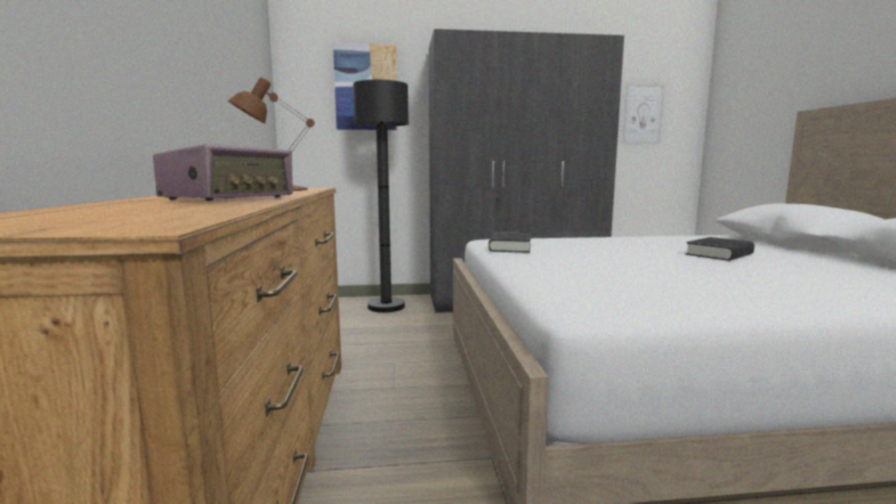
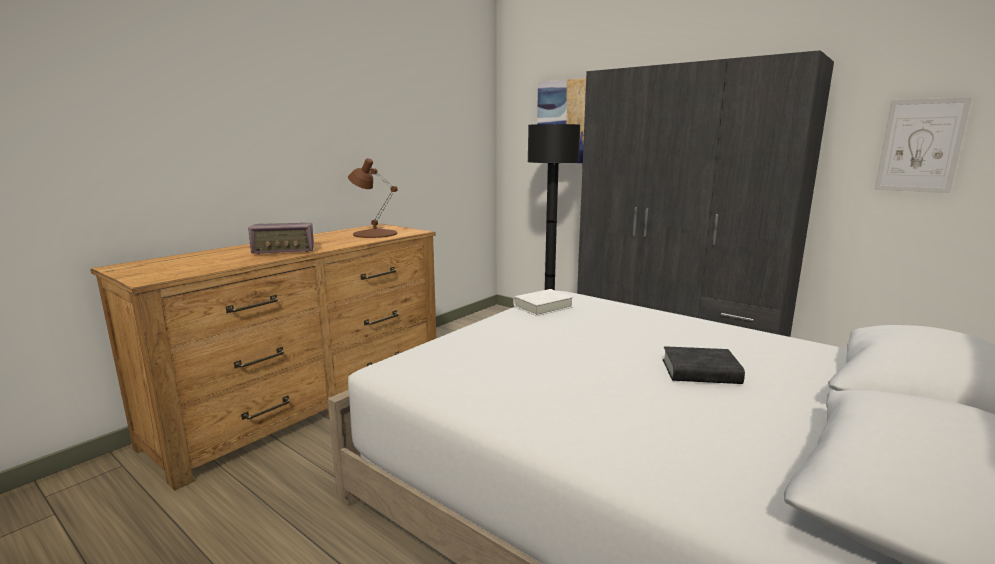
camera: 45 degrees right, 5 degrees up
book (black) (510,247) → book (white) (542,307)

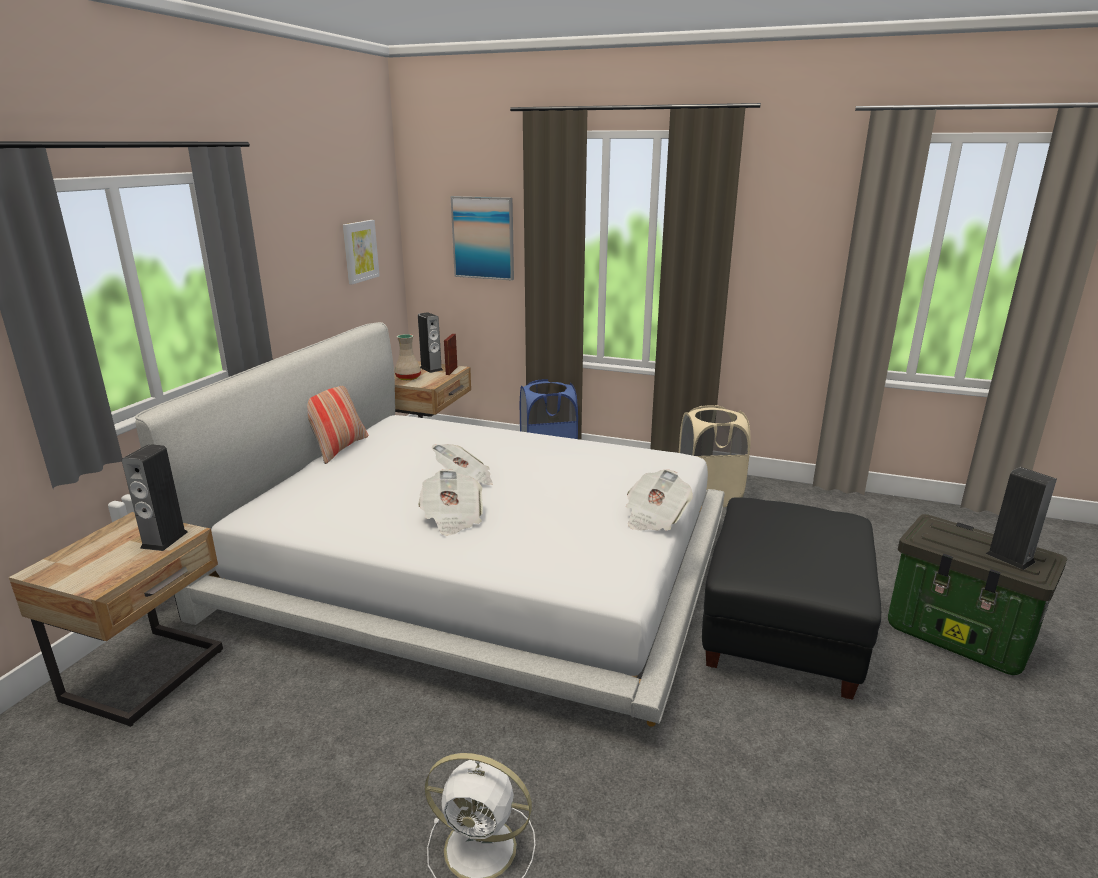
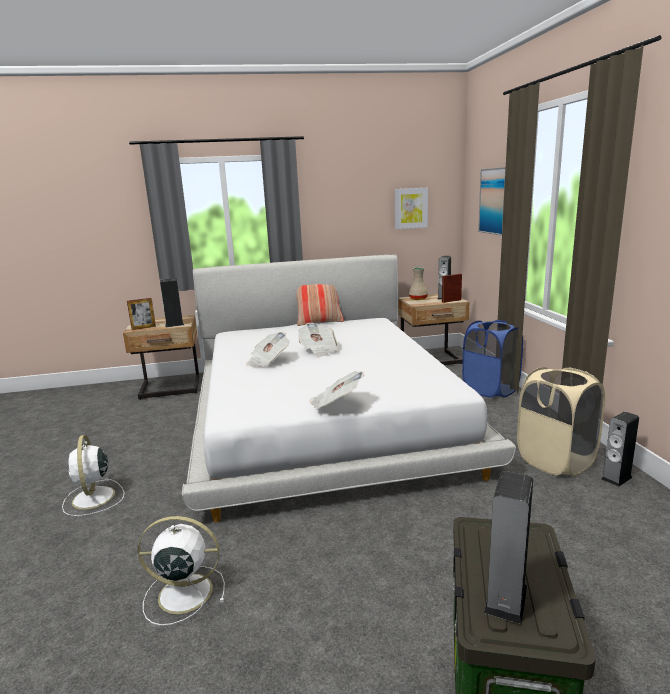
camera: 60 degrees right, 5 degrees down
ottoman (black) (781,630) → -
- → picture frame (143,328)
- → fan (white) (183,593)
- → speaker (616,478)

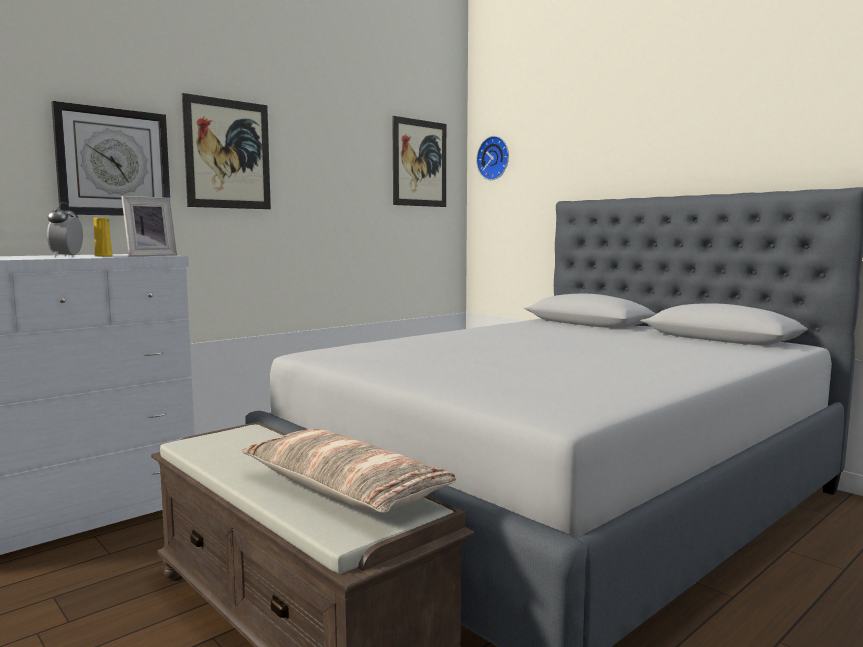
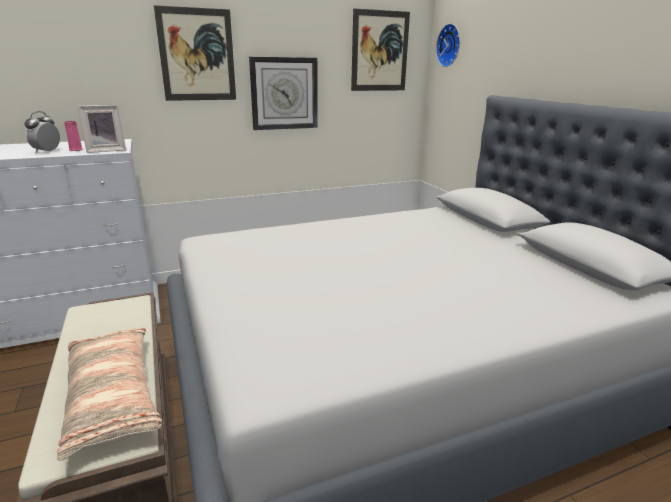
camera: 20 degrees right, 15 degrees up
wall clock (113,162) → wall clock (284,93), relocated
vase (yellow) (103,256) → vase (pink) (76,150)

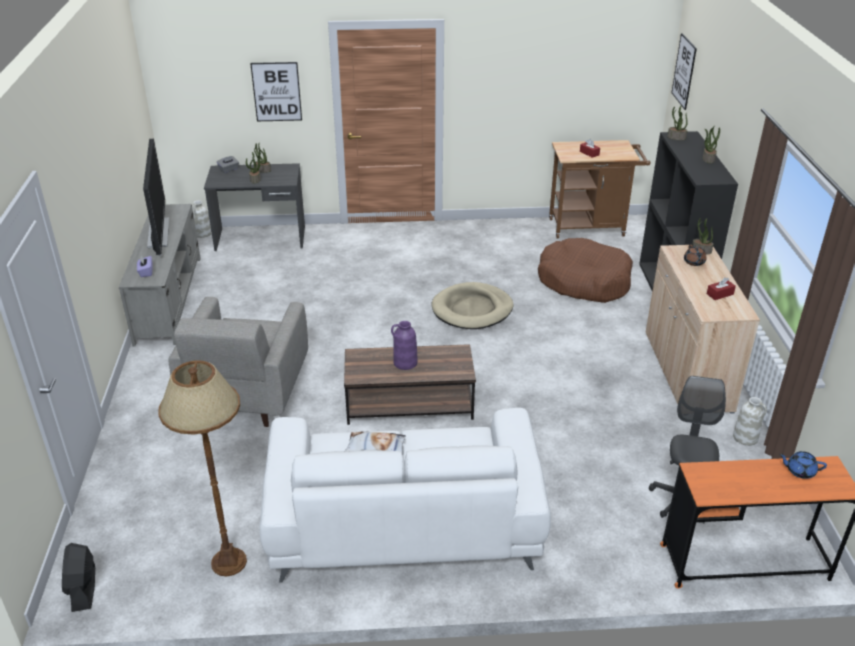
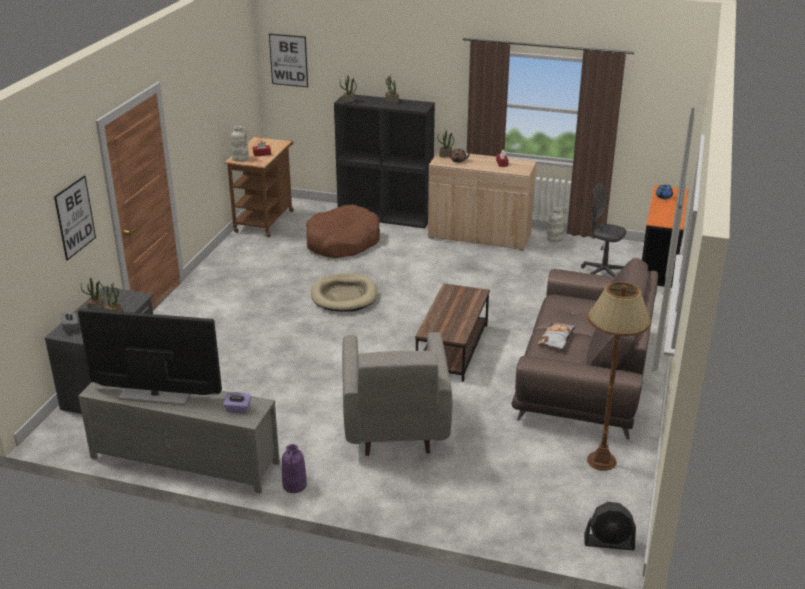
camera: 70 degrees left, 5 degrees down
armchair (grey) (246,396) → armchair (grey) (394,428), 60 degrees clockwise
vase (white) (202,233) → vase (white) (241,158), relocated
sofa (white) (403,521) → sofa (brown) (584,375)
vase (purple) (405,363) → vase (purple) (295,485), relocated

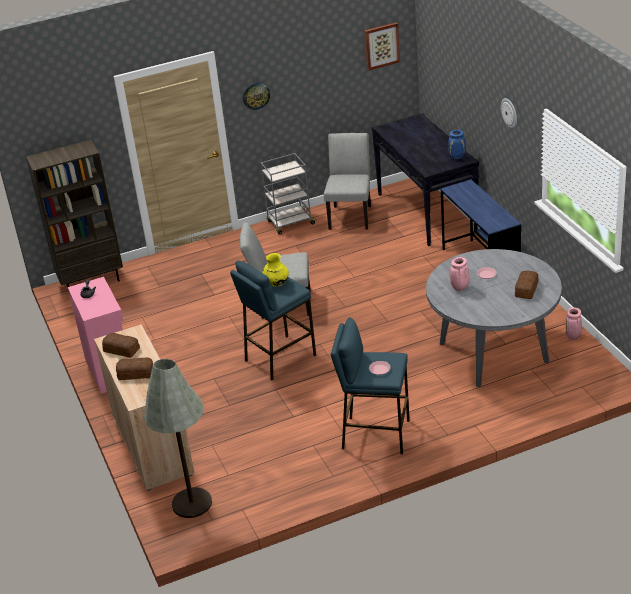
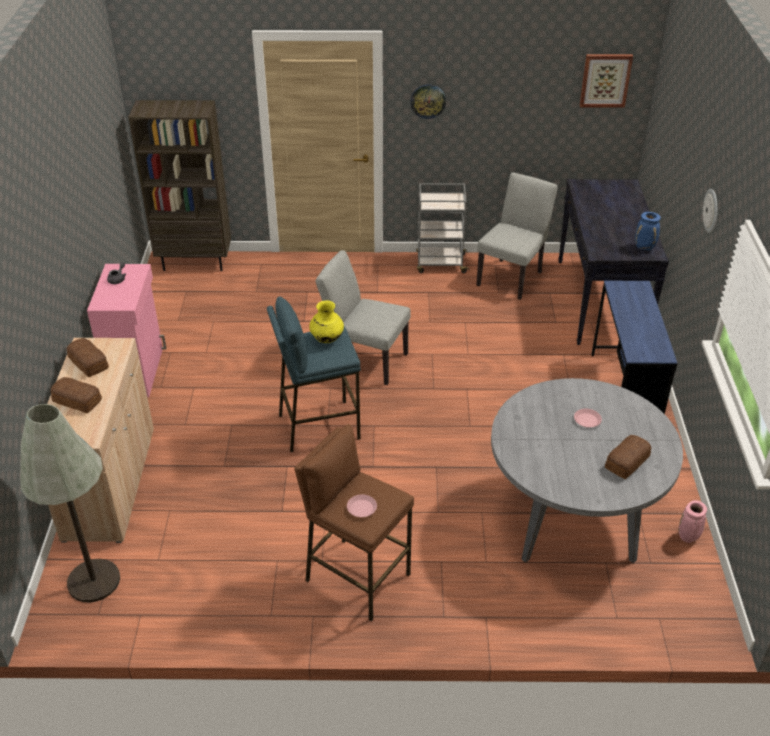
camera: 20 degrees right, 5 degrees up
stool (blue) (375,434) → stool (brown) (357,577)
vase (pink) (459,288) → -

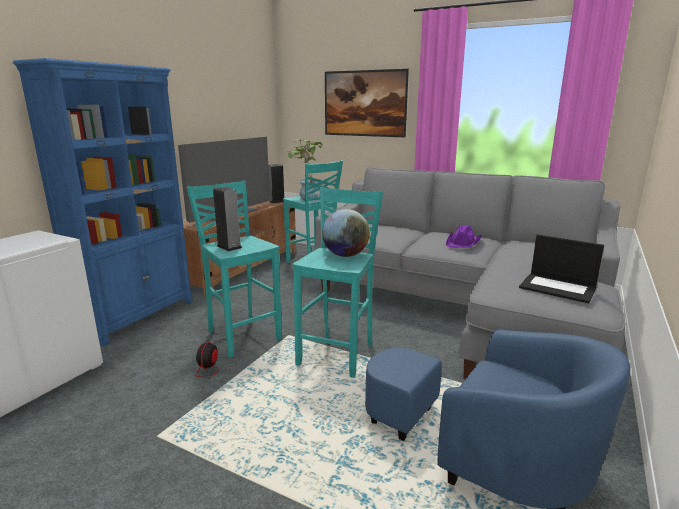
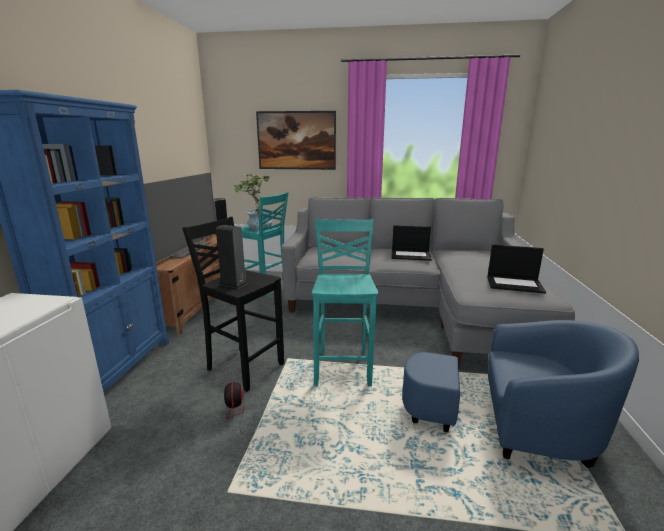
camera: 20 degrees left, 0 degrees up
stool (turquoise) (242,335) → stool (black) (244,367)
globe (345,255) → -
hat (purple) (463,242) → laptop (411,255)

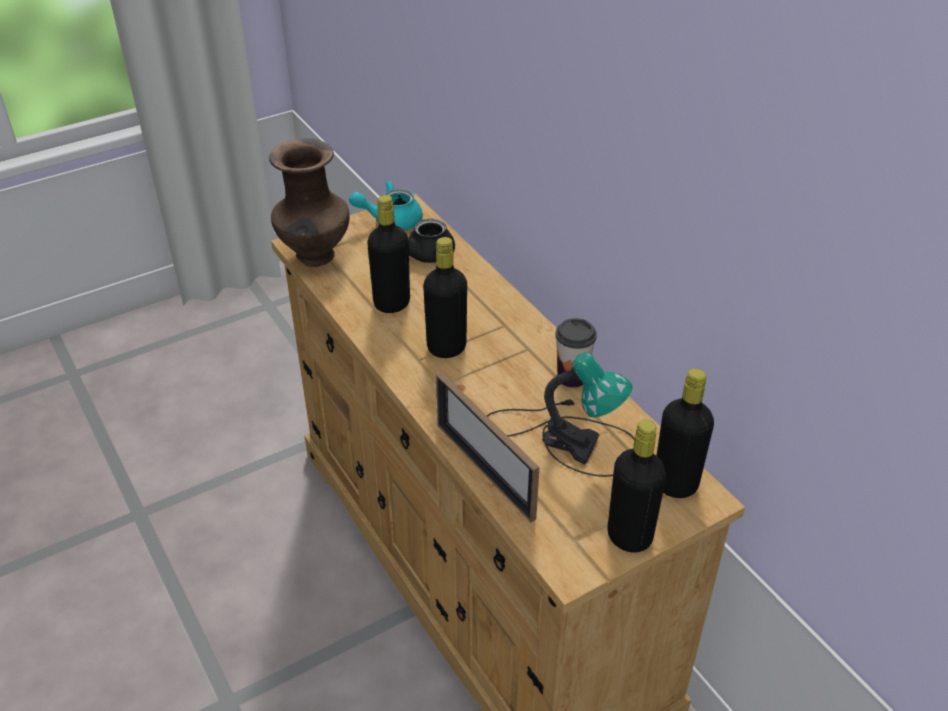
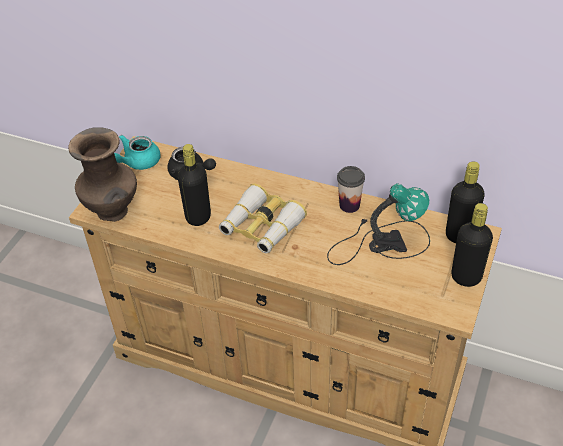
camera: 35 degrees left, 5 degrees up
bottle (black) (446,348) → binoculars (261,227)
picture frame (484,470) → -

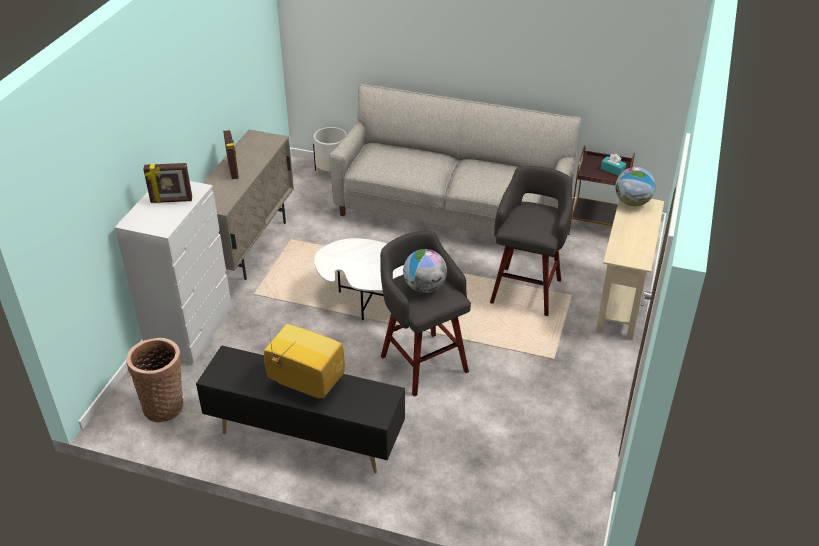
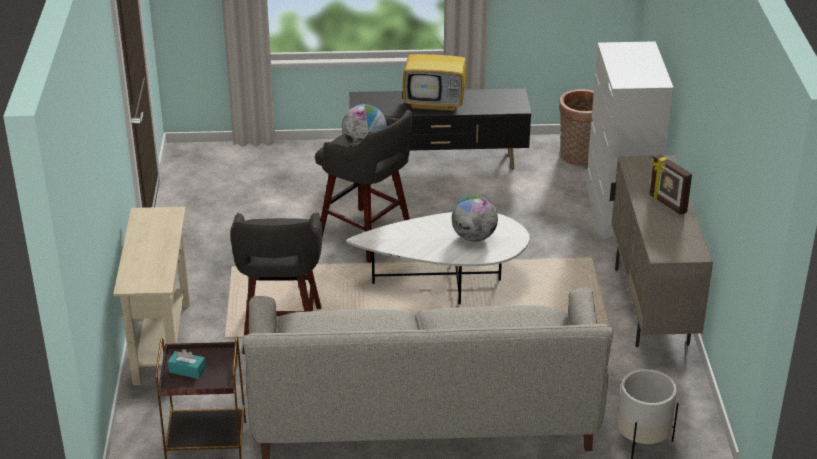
camera: 160 degrees right, 5 degrees down
picture frame (171,201) → -
globe (632,202) → globe (474,237), relocated

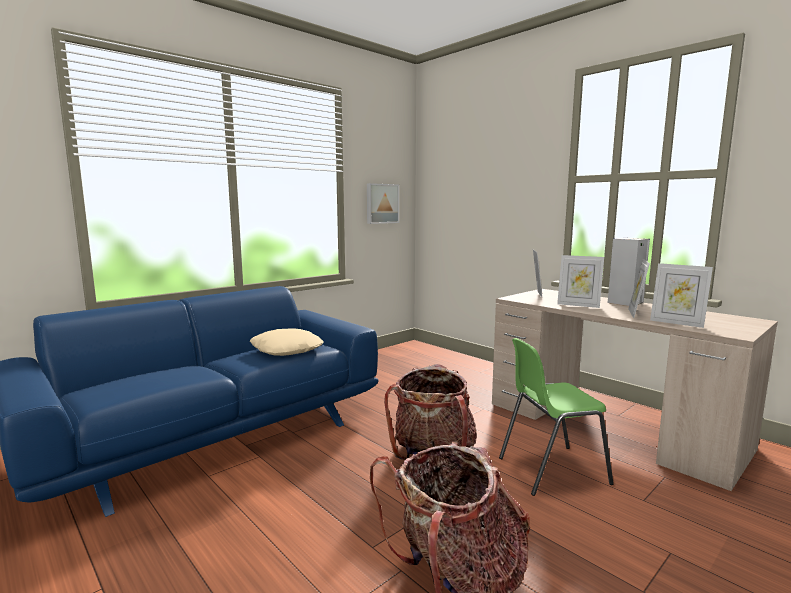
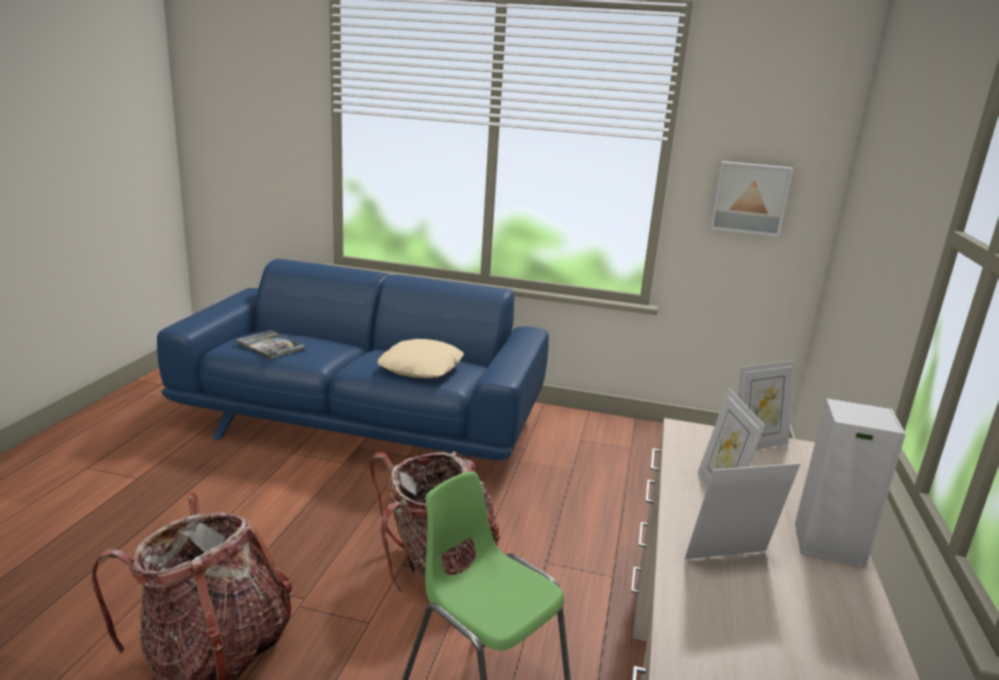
camera: 55 degrees right, 10 degrees up
picture frame (677,323) → -
- → book (270,345)

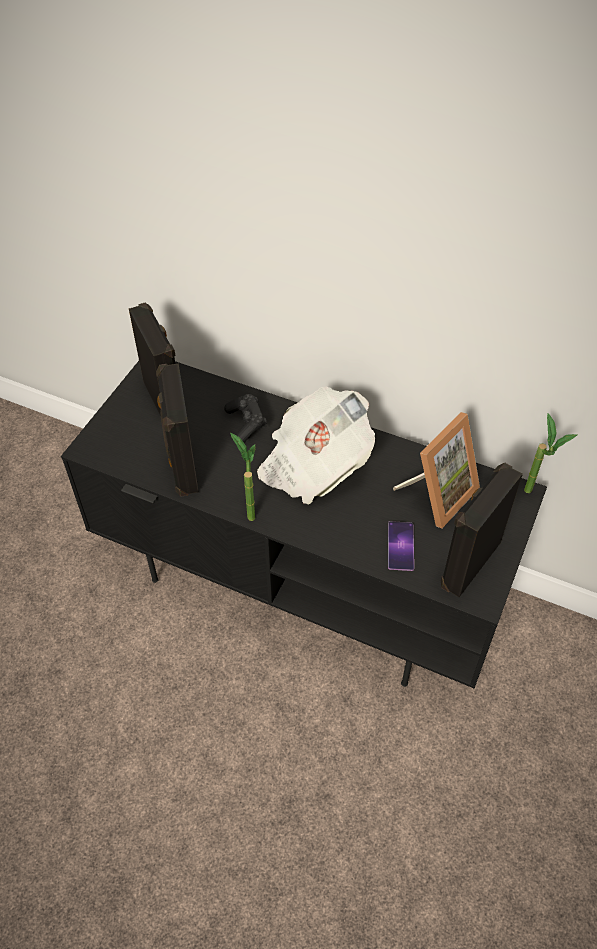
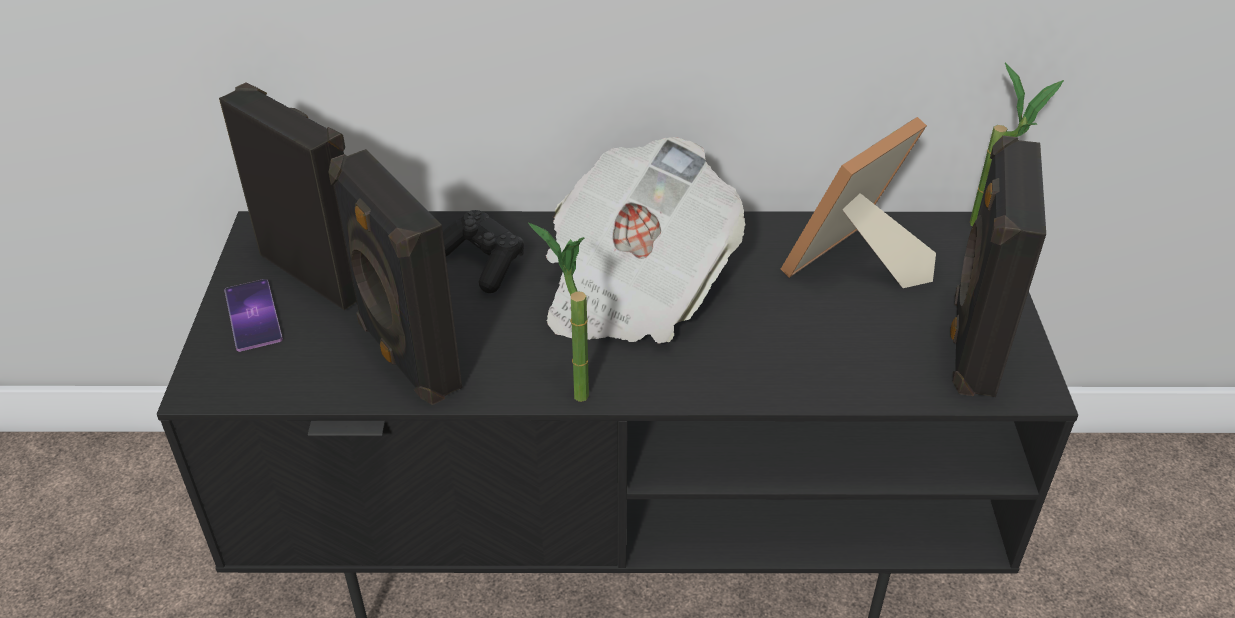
camera: 25 degrees left, 10 degrees down
phone (400,546) → phone (253,315), relocated
picture frame (437,494) → picture frame (854,268), 150 degrees counterclockwise

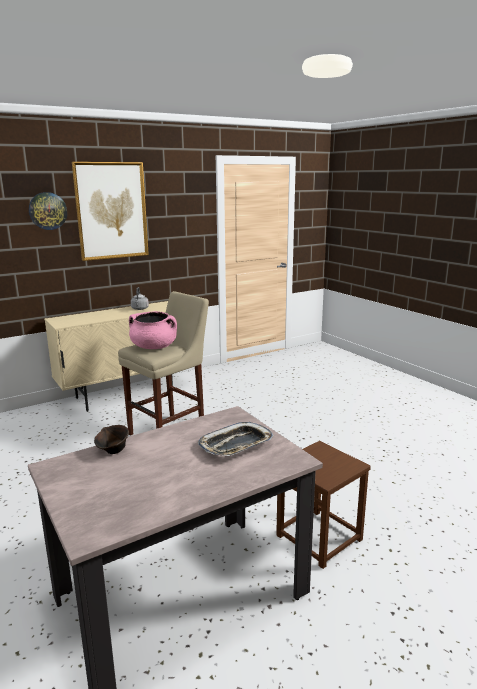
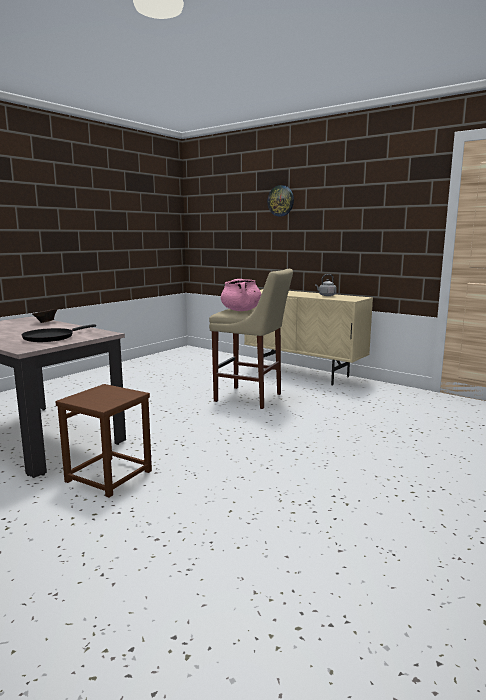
camera: 70 degrees right, 5 degrees down
picture (111,211) → -
tray (236,445) → frying pan (black) (51,337)

